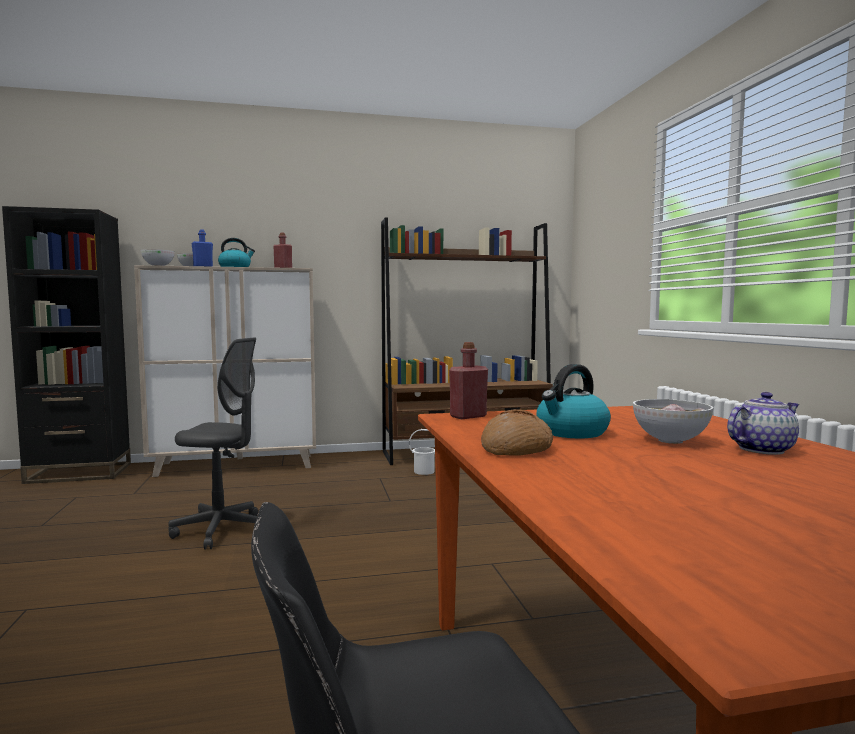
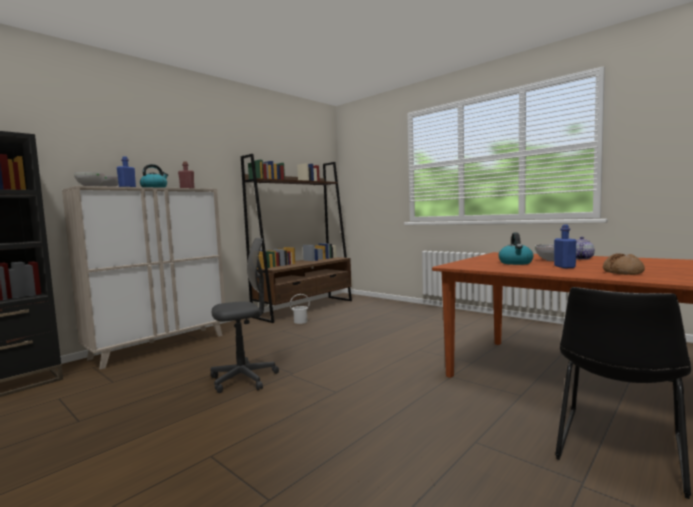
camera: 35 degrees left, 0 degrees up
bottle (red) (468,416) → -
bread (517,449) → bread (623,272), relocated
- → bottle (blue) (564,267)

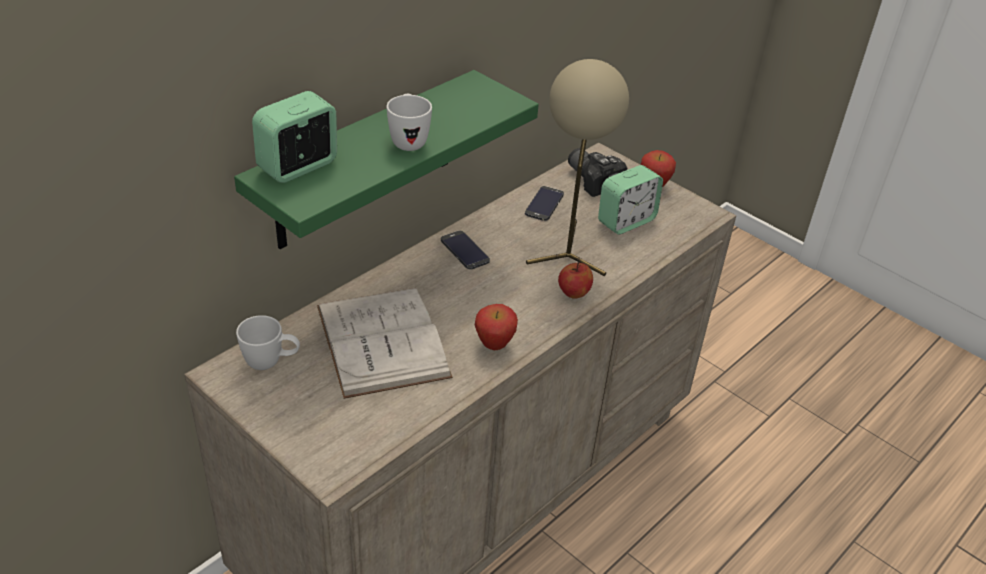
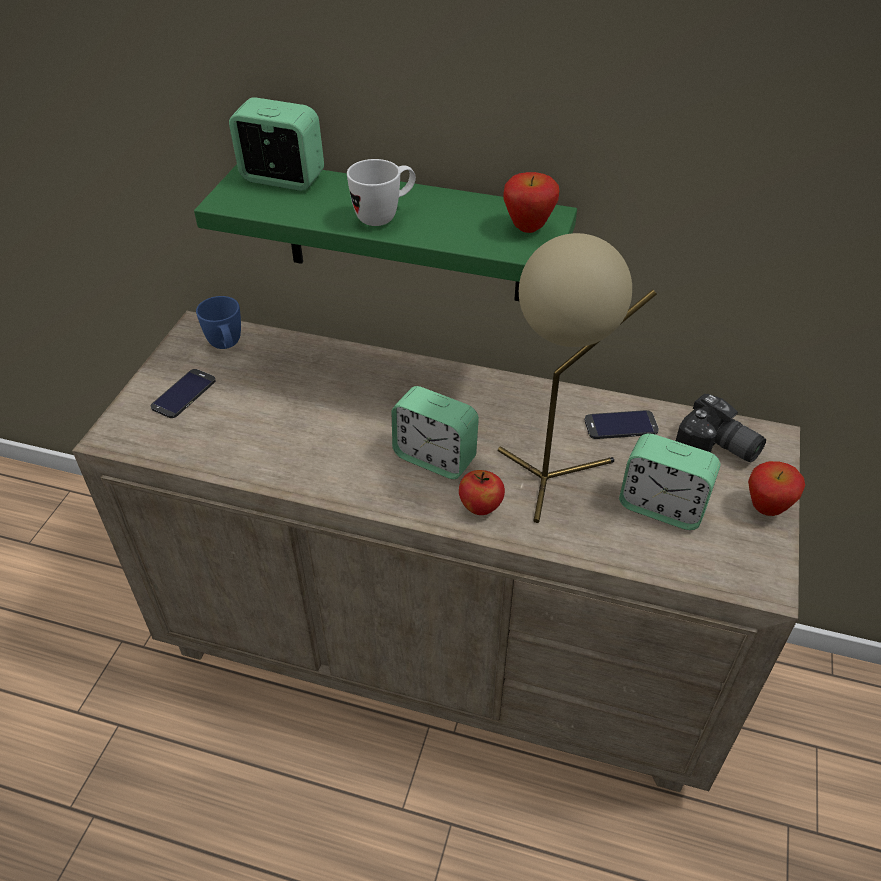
camera: 65 degrees right, 5 degrees up
mug (white) (271,362) → mug (blue) (227,347)
book (white) (382,341) → -
phone (465,250) → phone (184,394), relocated
apple (494,345) → apple (528,228), relocated
photo camera (594,179) → photo camera (716,449), 105 degrees clockwise
- → alarm clock (435,457)

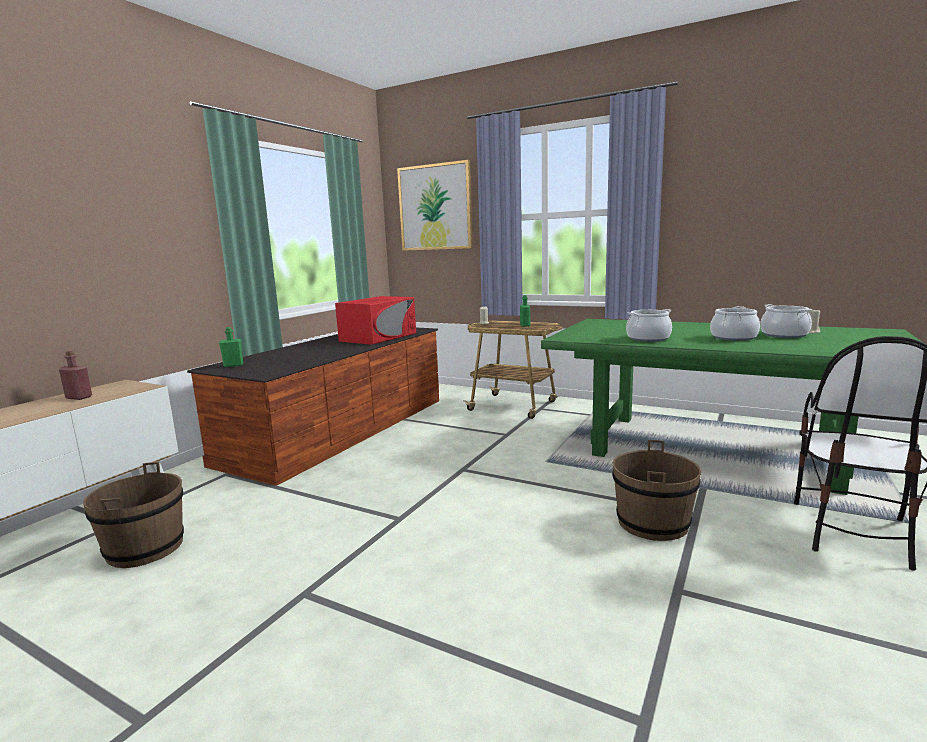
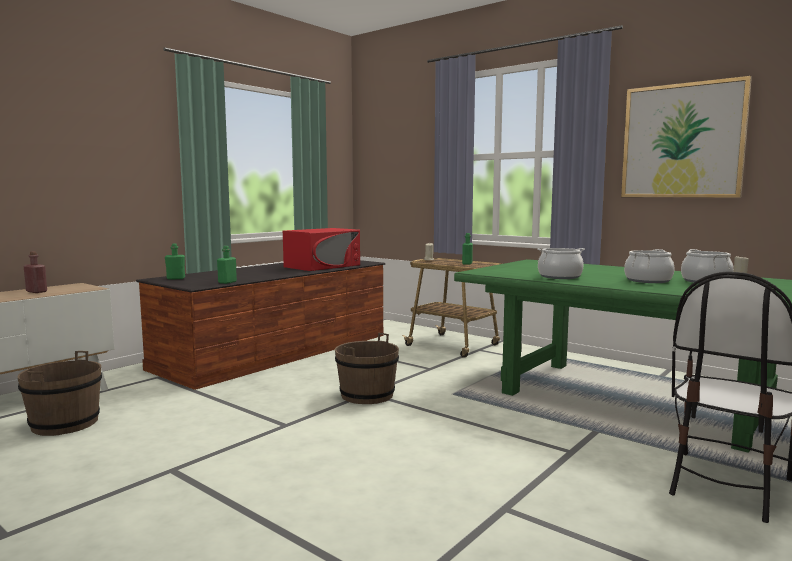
camera: 10 degrees right, 5 degrees down
picture (435,207) → picture (682,141), relocated
bucket (brown) (653,523) → bucket (brown) (367,395), relocated
- → bottle (green) (227,282)

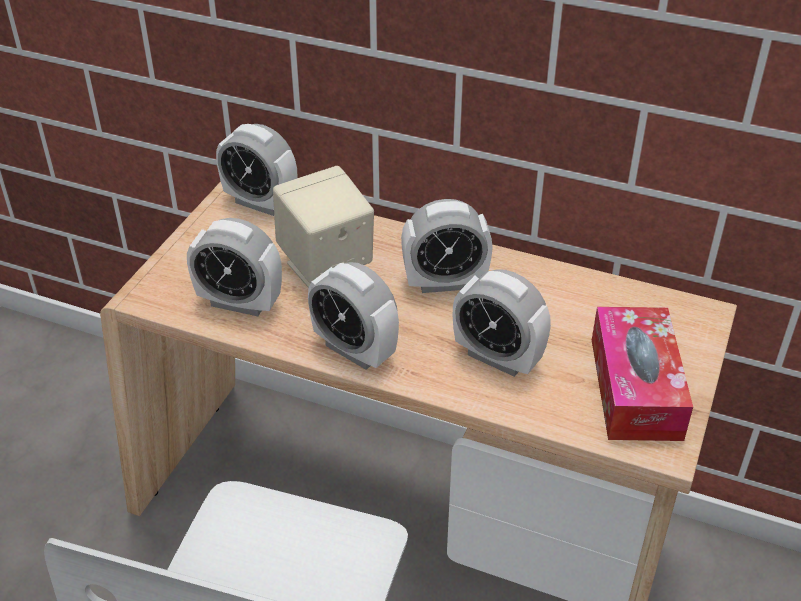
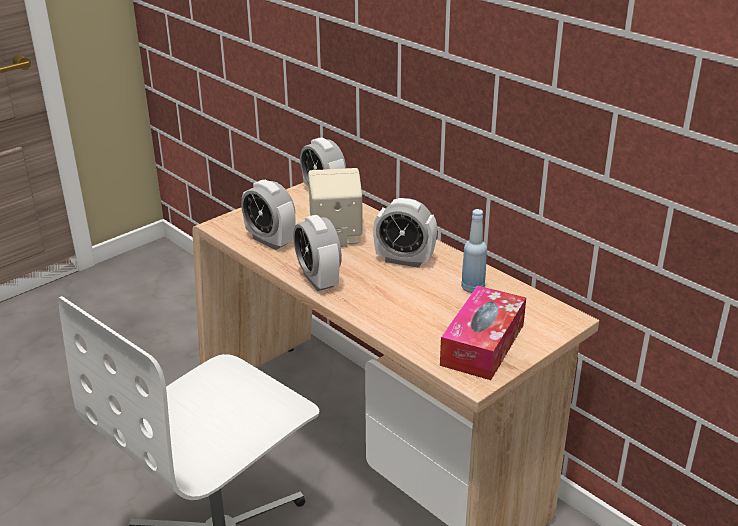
camera: 25 degrees right, 10 degrees down
alarm clock (497,357) → -
- → bottle (blue) (473,288)

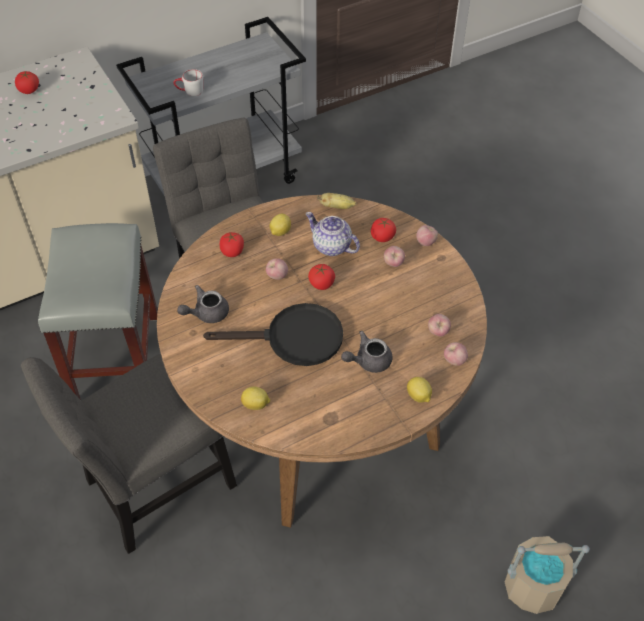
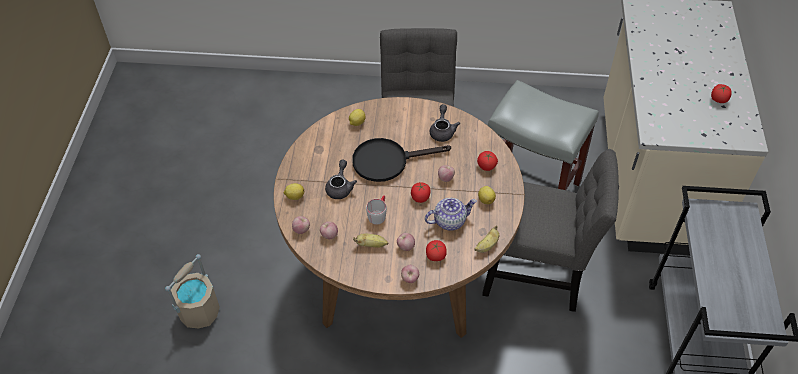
camera: 125 degrees right, 0 degrees up
mug (grey) (189,91) → mug (grey) (378,214), relocated
frying pan (black) (293,339) → frying pan (black) (388,161), 45 degrees clockwise
- → banana (371,245)

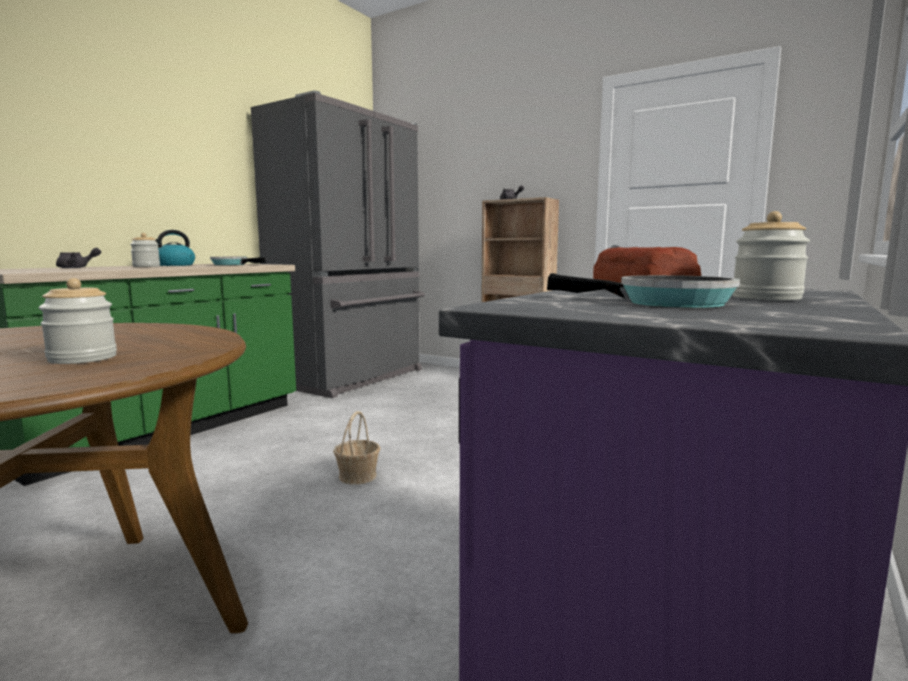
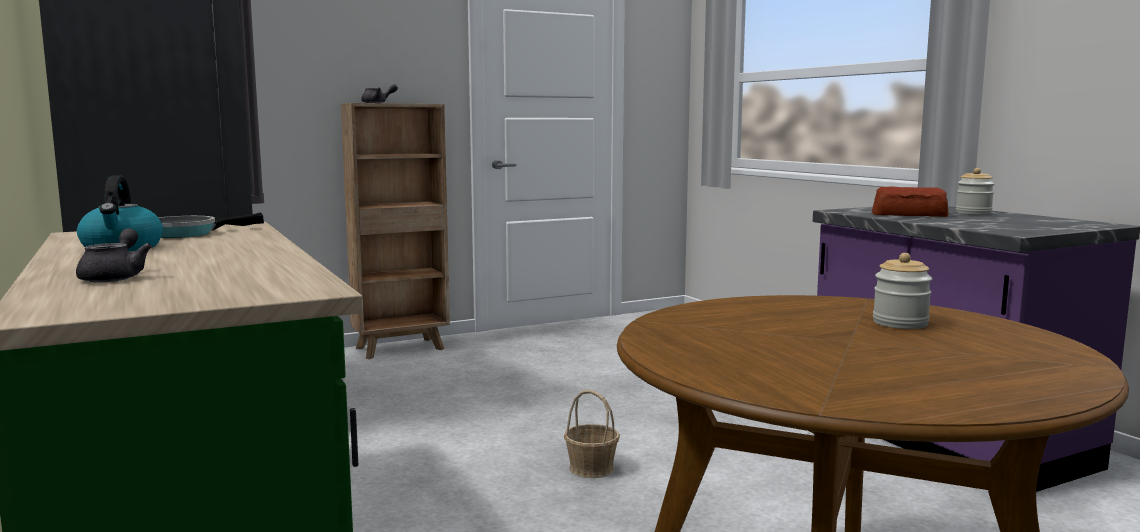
camera: 60 degrees left, 0 degrees up
jar (146,266) → -
frying pan (664,302) → -

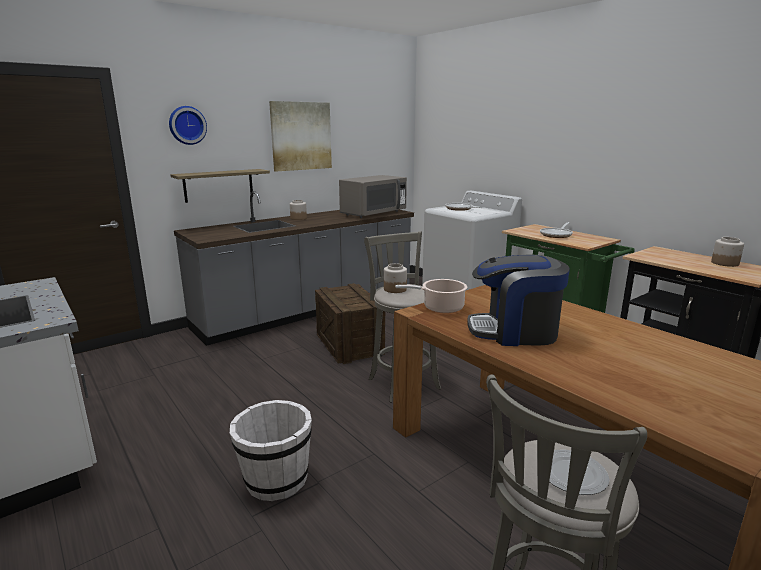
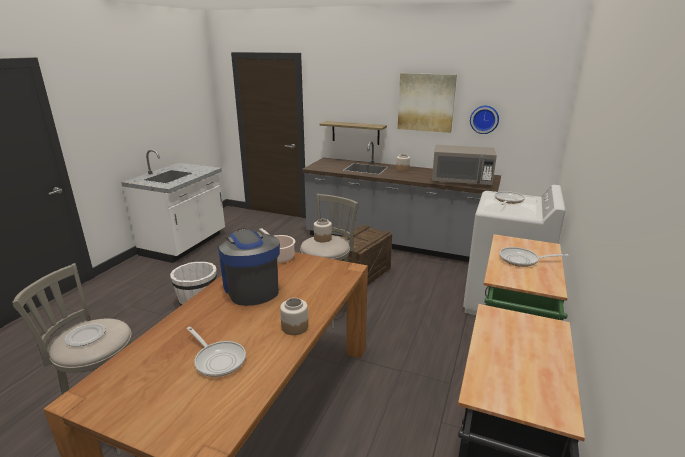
camera: 60 degrees right, 5 degrees up
wall clock (187,125) → wall clock (484,119), relocated
jar (724,263) → jar (294,327), relocated
- → frying pan (218,360)

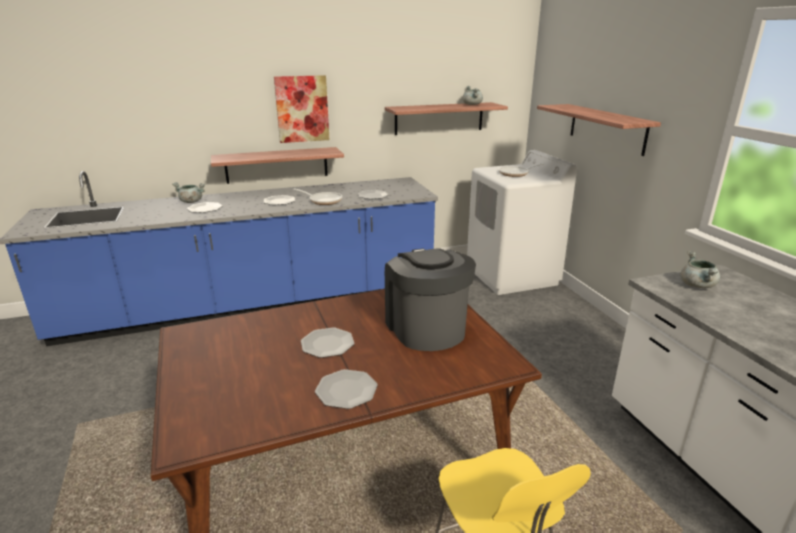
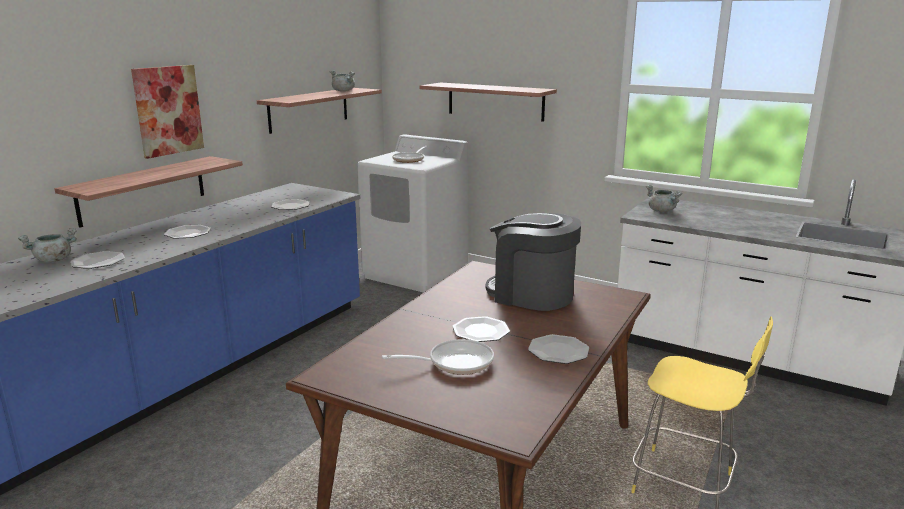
camera: 40 degrees left, 5 degrees down
frying pan (323,200) → frying pan (455,362), relocated

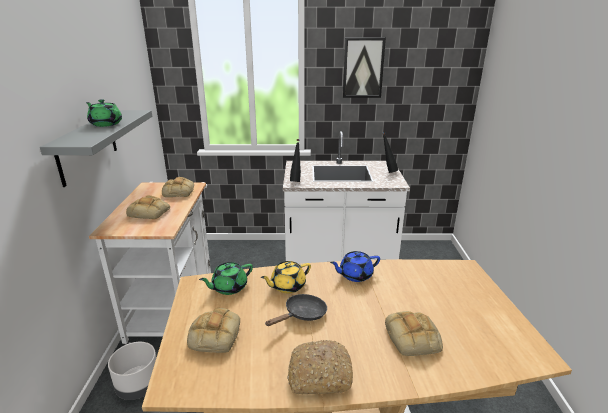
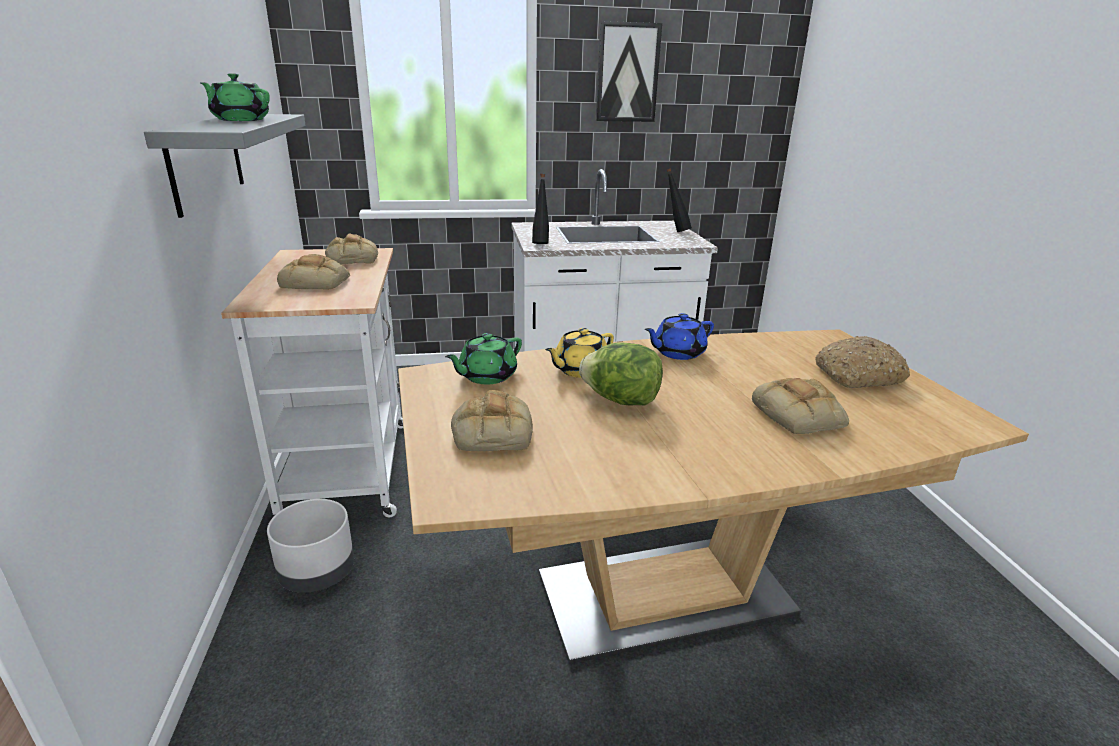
camera: 10 degrees left, 0 degrees up
frying pan (black) (302,315) → lettuce (621,400)
bread (319,375) → bread (858,376), relocated

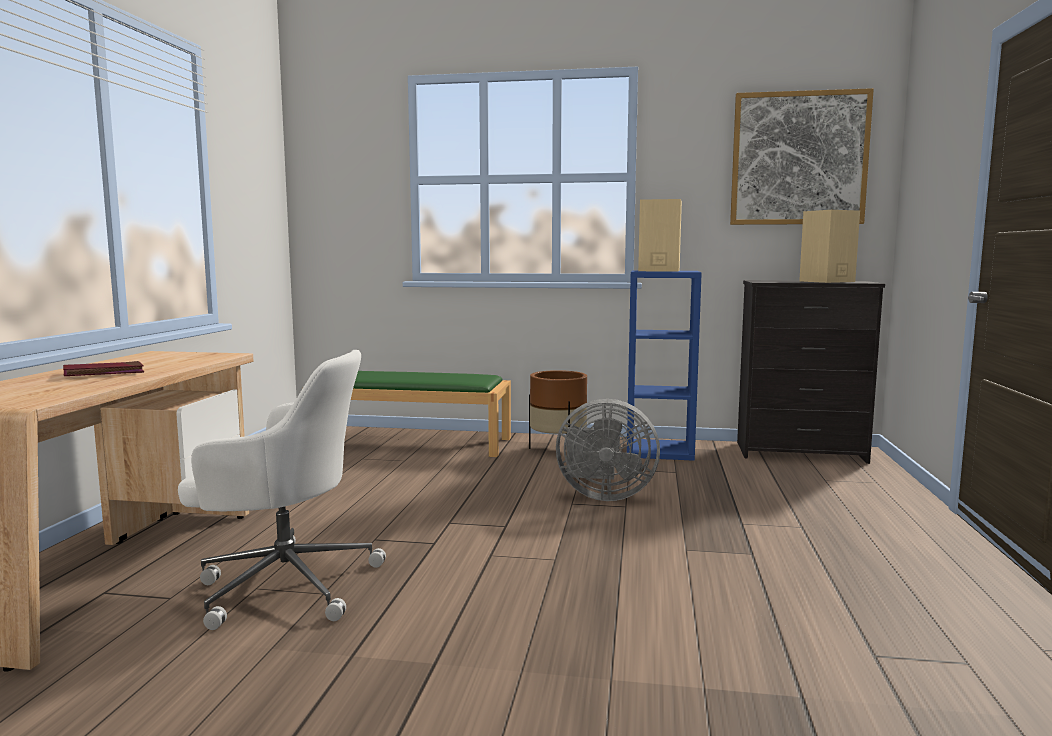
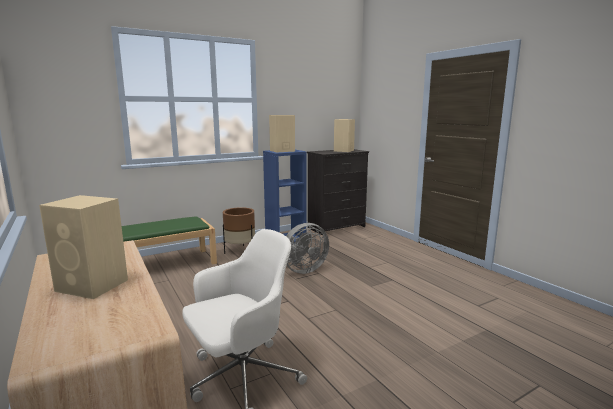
camera: 40 degrees left, 5 degrees up
book (red) (104,373) → speaker (beige) (93,286)
picture (799,159) → -

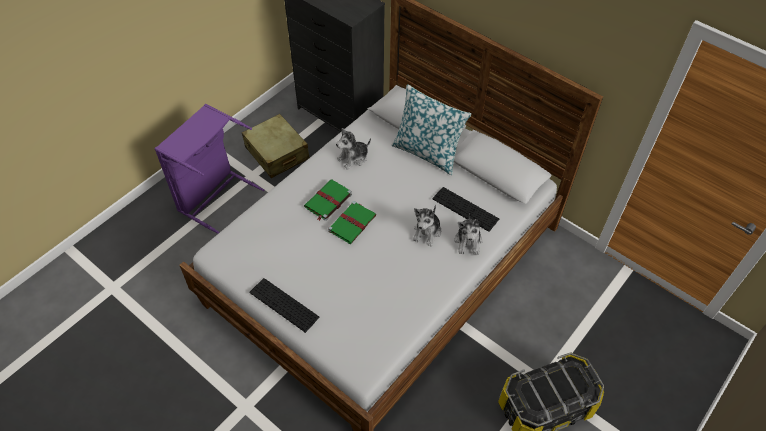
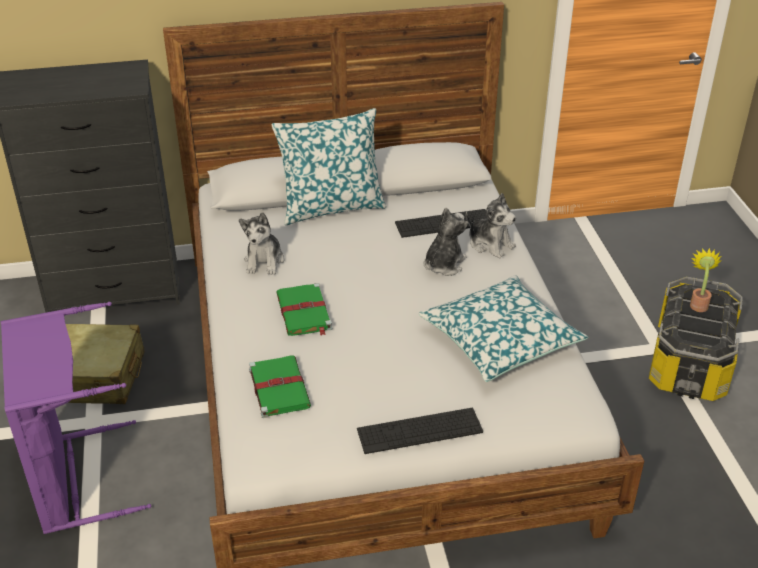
camera: 50 degrees left, 15 degrees down
book (green) (352,223) → book (green) (278,387), relocated
plush toy (427,232) → plush toy (443,264), 120 degrees counterclockwise
- → pillow (500,340)
- → potted plant (698,304)

